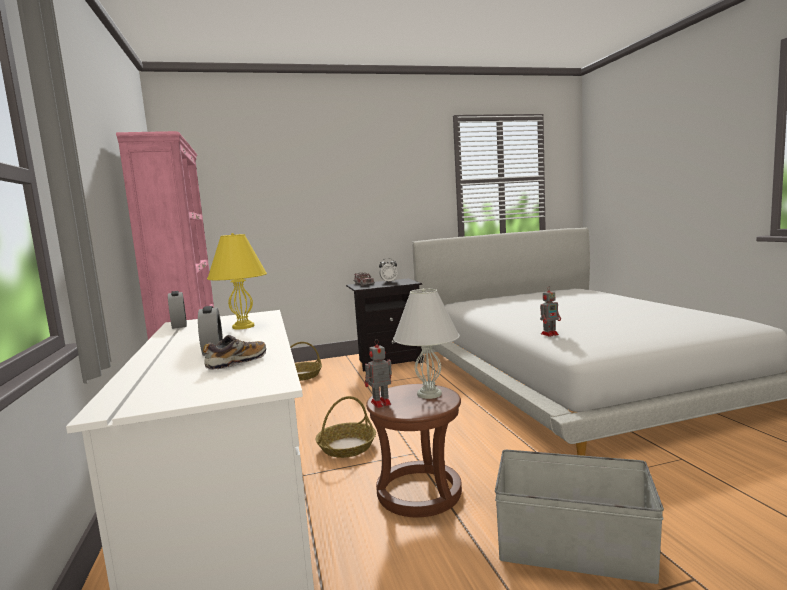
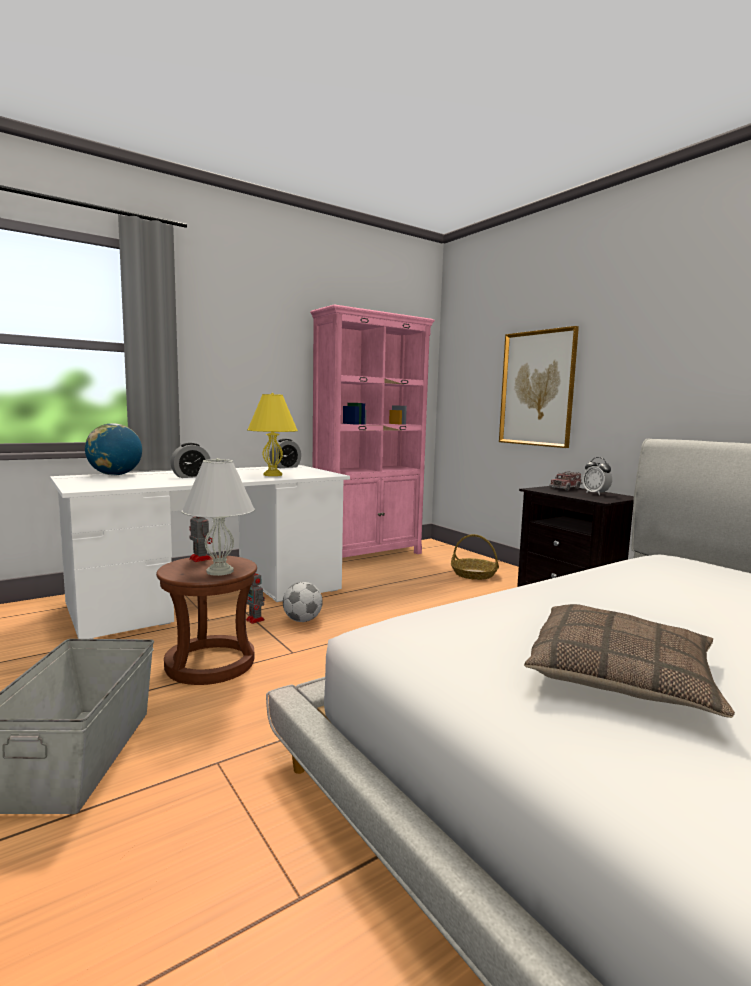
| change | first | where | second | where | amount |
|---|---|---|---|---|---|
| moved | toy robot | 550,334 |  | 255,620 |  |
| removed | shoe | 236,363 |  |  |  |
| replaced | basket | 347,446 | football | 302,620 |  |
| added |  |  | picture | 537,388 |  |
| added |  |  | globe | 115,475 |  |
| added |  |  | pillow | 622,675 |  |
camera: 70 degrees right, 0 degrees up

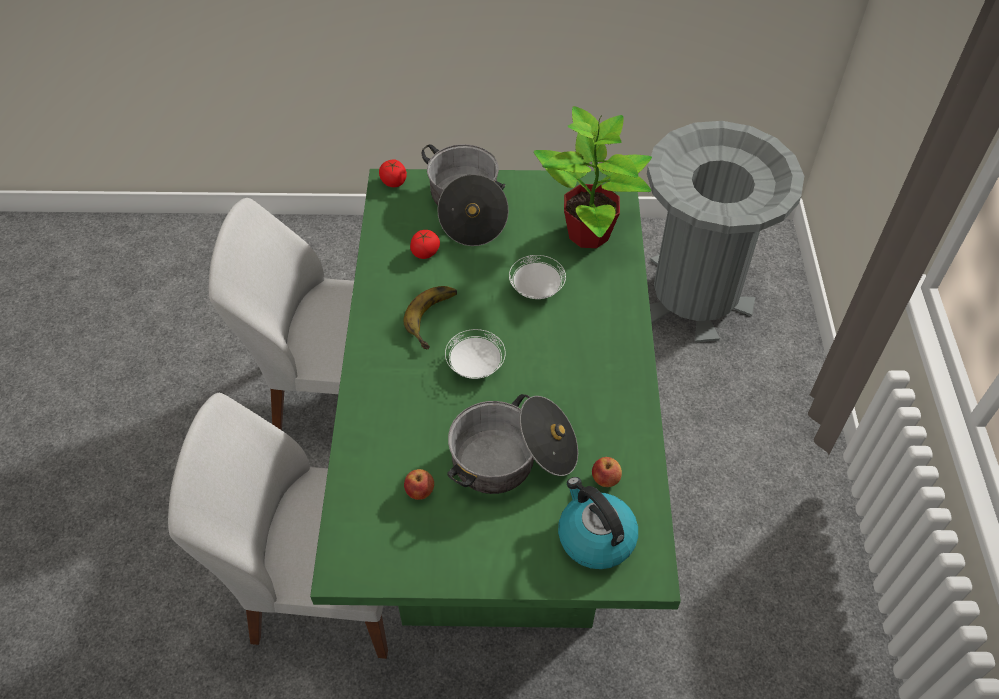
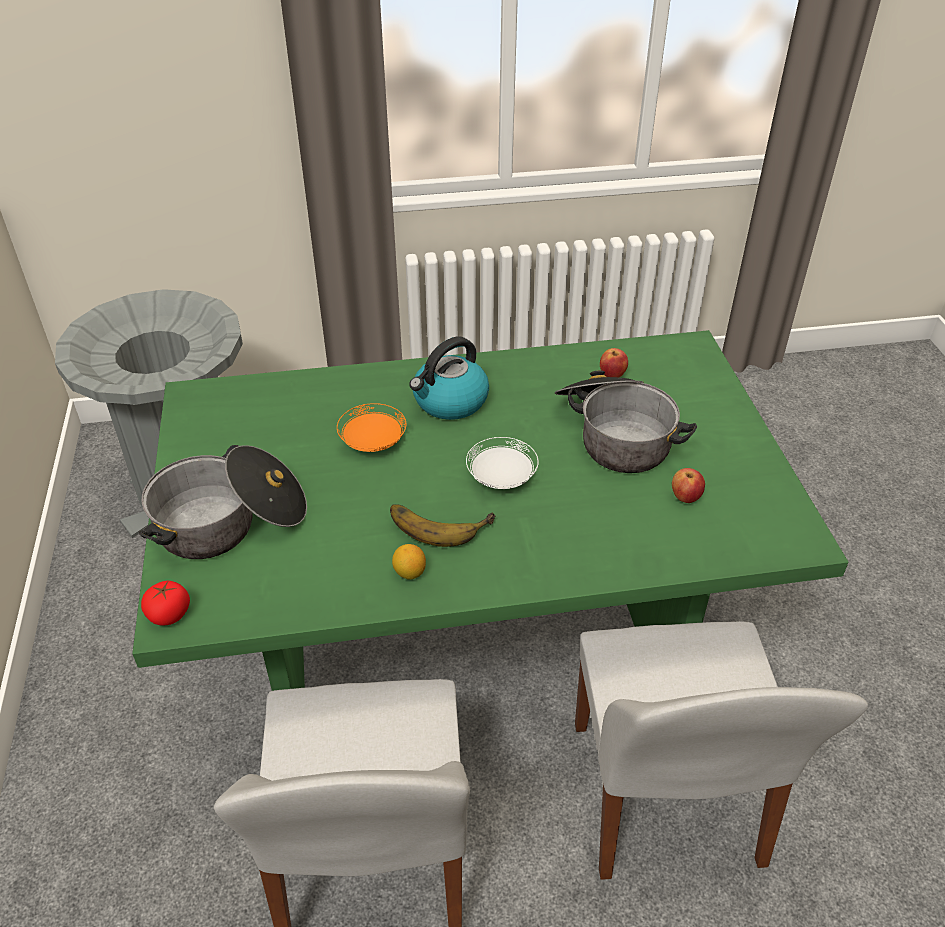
| change | first | where | second | where | amount |
|---|---|---|---|---|---|
| removed | potted plant | 590,234 |  |  |  |
| removed | tomato | 425,252 |  |  |  |
| recoloured | white plate | 537,288 | orange plate | 373,442 |  |
| moved | kettle | 595,537 |  | 450,402 |  |
| added |  |  | lemon | 409,573 |  |
camera: 100 degrees left, 10 degrees down

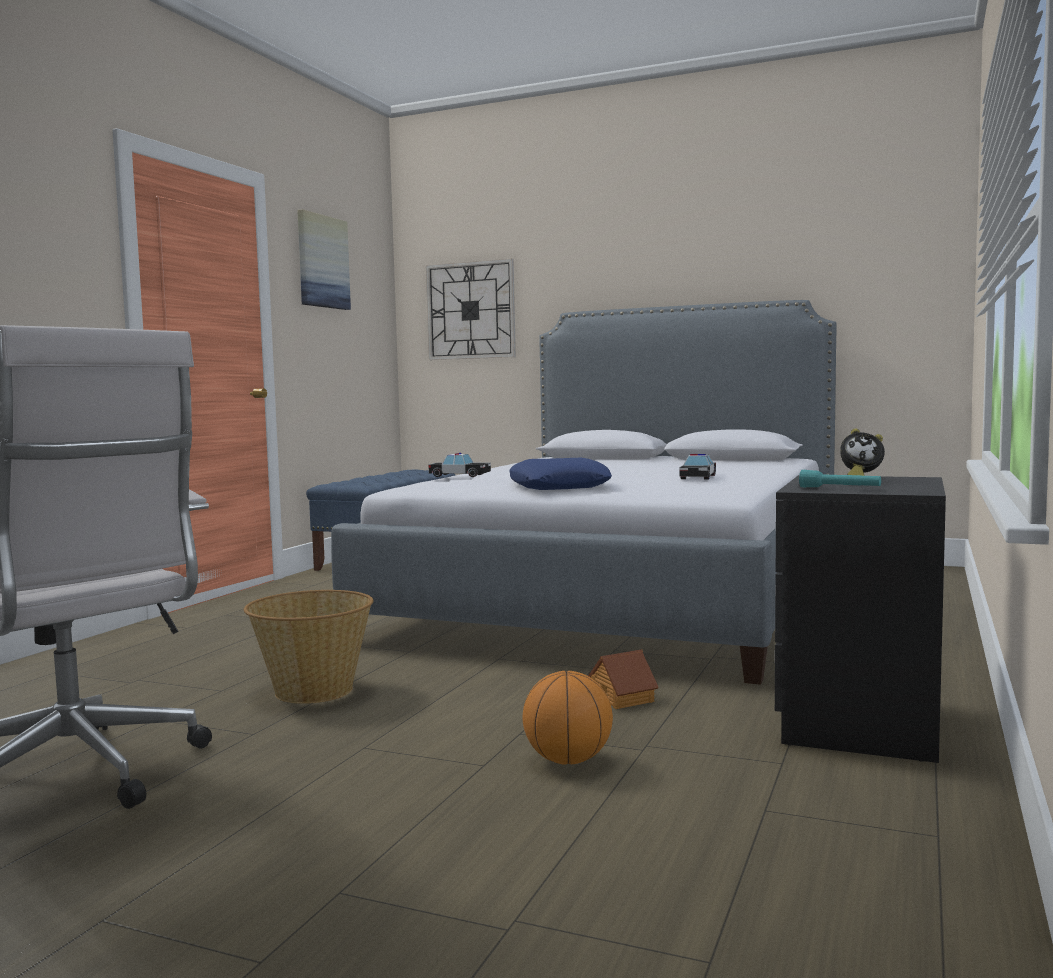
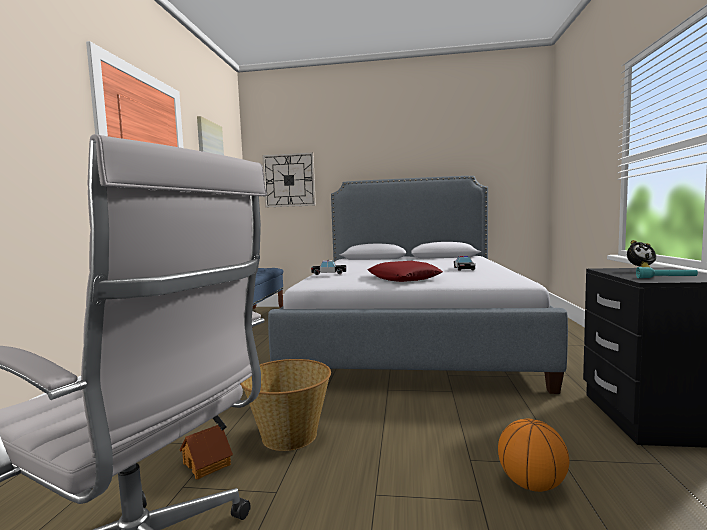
| change | first | where | second | where | amount |
|---|---|---|---|---|---|
| recoloured | blue pillow | 558,486 | red pillow | 403,278 |  |
| moved | toy house | 623,698 |  | 207,463 |  |
camera: 15 degrees left, 0 degrees up

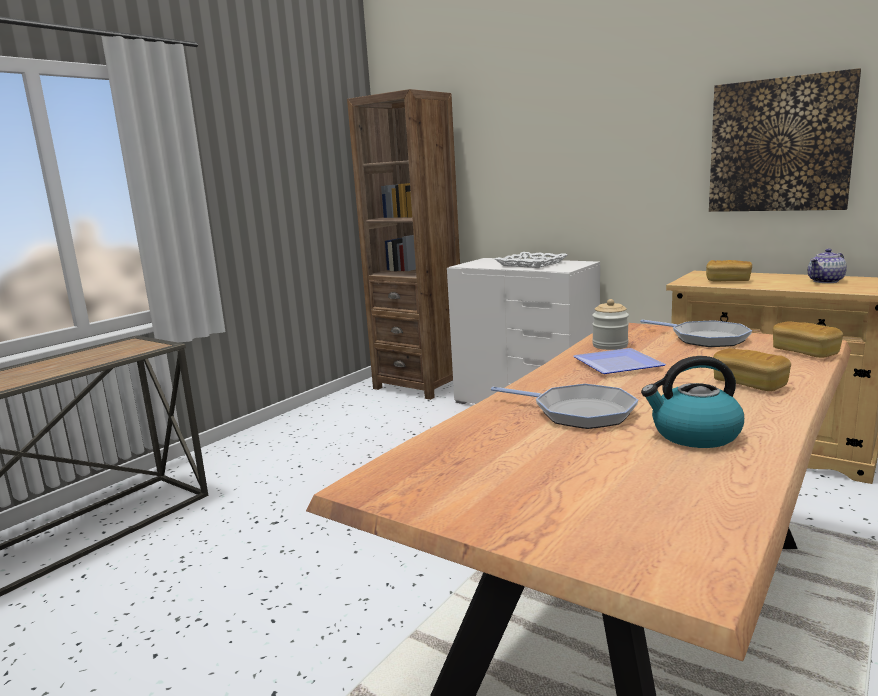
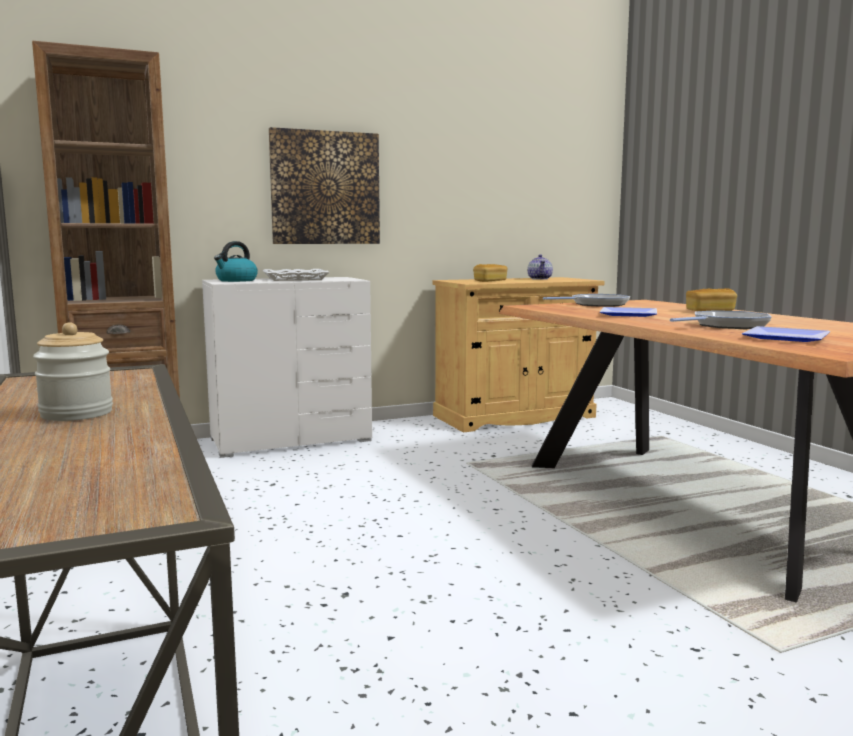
| change | first | where | second | where | amount |
|---|---|---|---|---|---|
| moved | picture | 779,145 |  | 325,188 |  |
| moved | jar | 610,345 |  | 76,414 |  |
| removed | bread | 805,352 |  |  |  |
| moved | kettle | 694,435 |  | 236,280 |  |
| added |  |  | plate | 782,338 |  |
camera: 60 degrees left, 5 degrees down

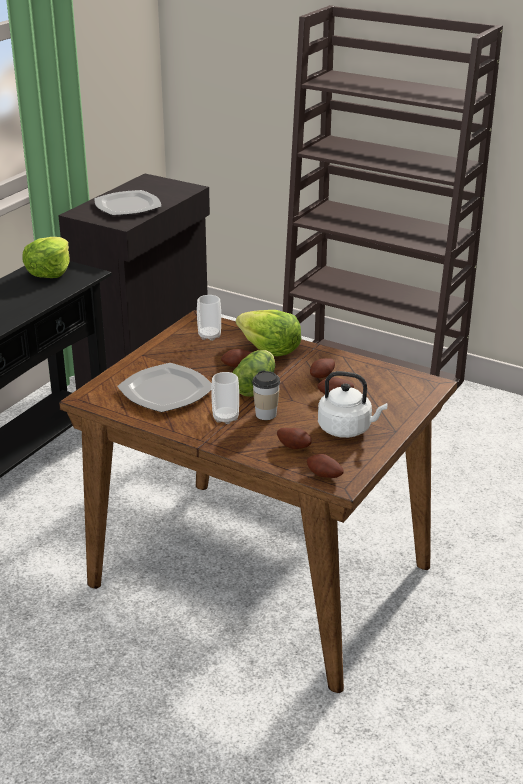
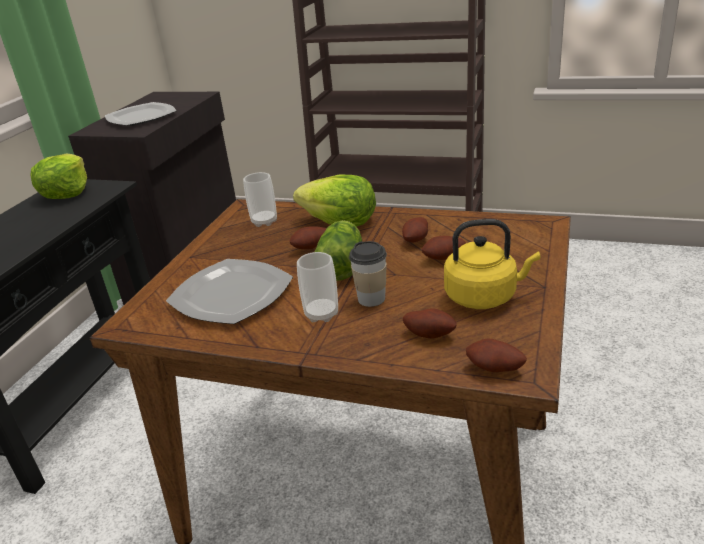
| change | first | where | second | where | amount |
|---|---|---|---|---|---|
| recoloured | white kettle | 347,429 | yellow kettle | 484,296 |  |
camera: 10 degrees left, 0 degrees up

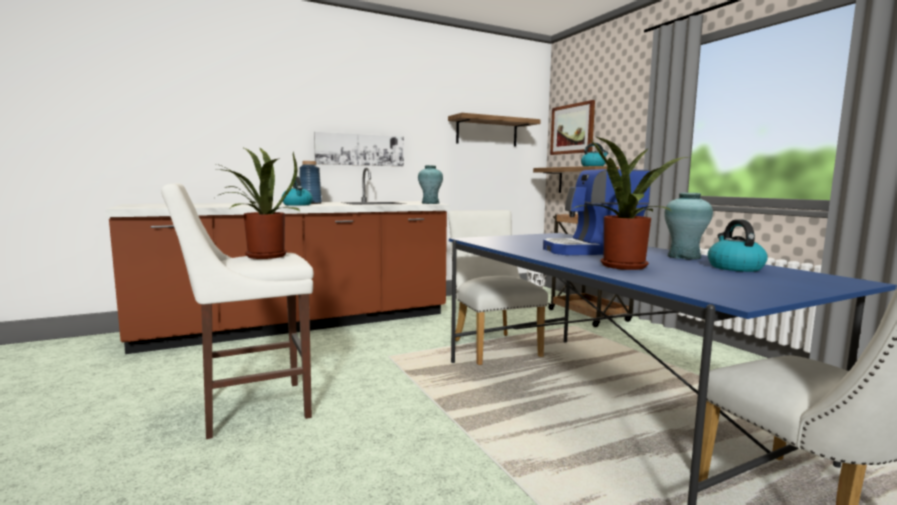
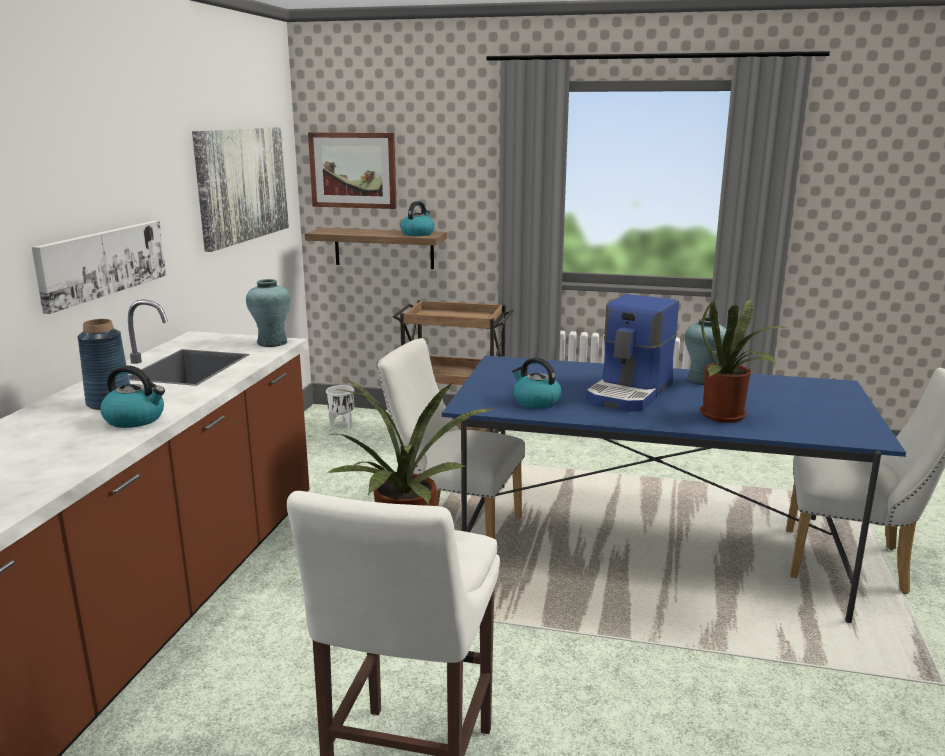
| change | first | where | second | where | amount |
|---|---|---|---|---|---|
| replaced | shelf | 487,132 | picture | 243,184 |  |
| moved | kettle | 734,267 |  | 536,401 |  |
camera: 50 degrees left, 10 degrees up

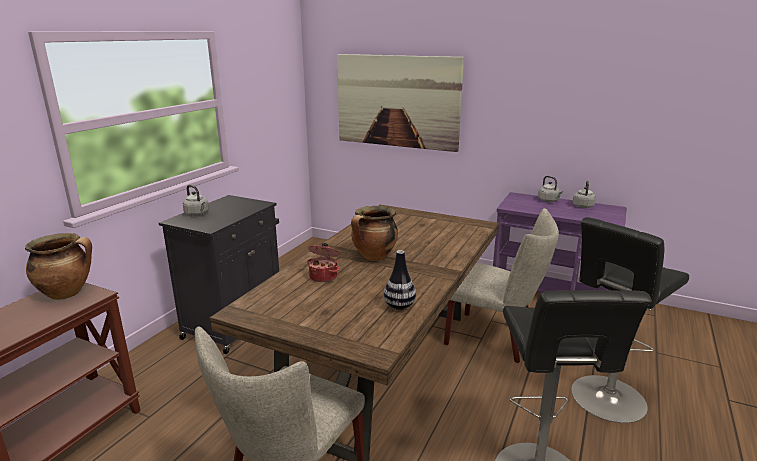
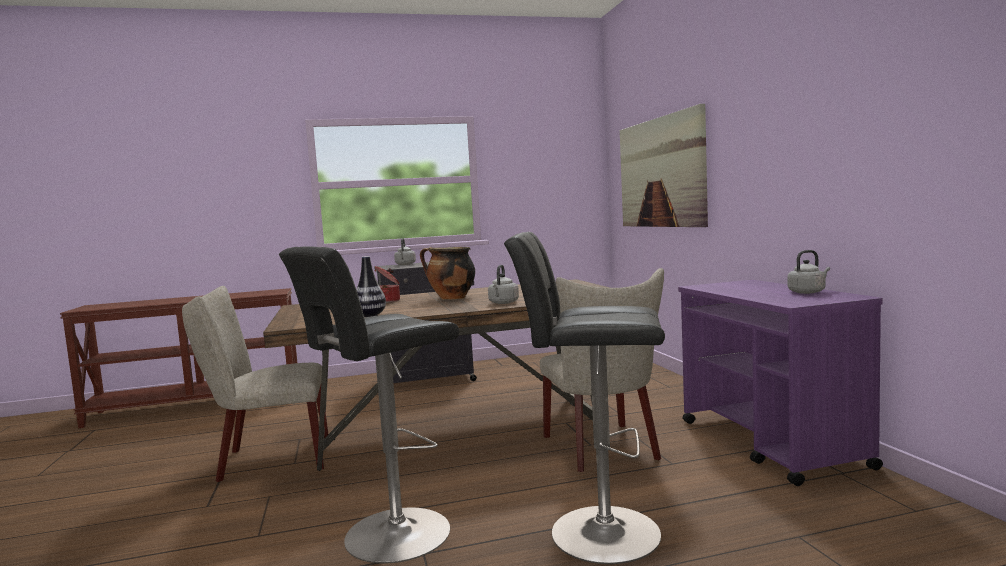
| change | first | where | second | where | amount |
|---|---|---|---|---|---|
| moved | grey kettle | 549,201 |  | 503,303 |  |
| removed | cooking pot | 67,293 |  |  |  |
camera: 50 degrees right, 15 degrees down

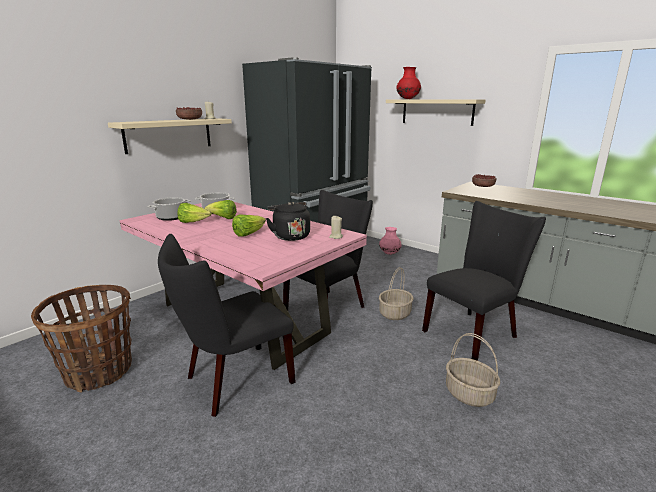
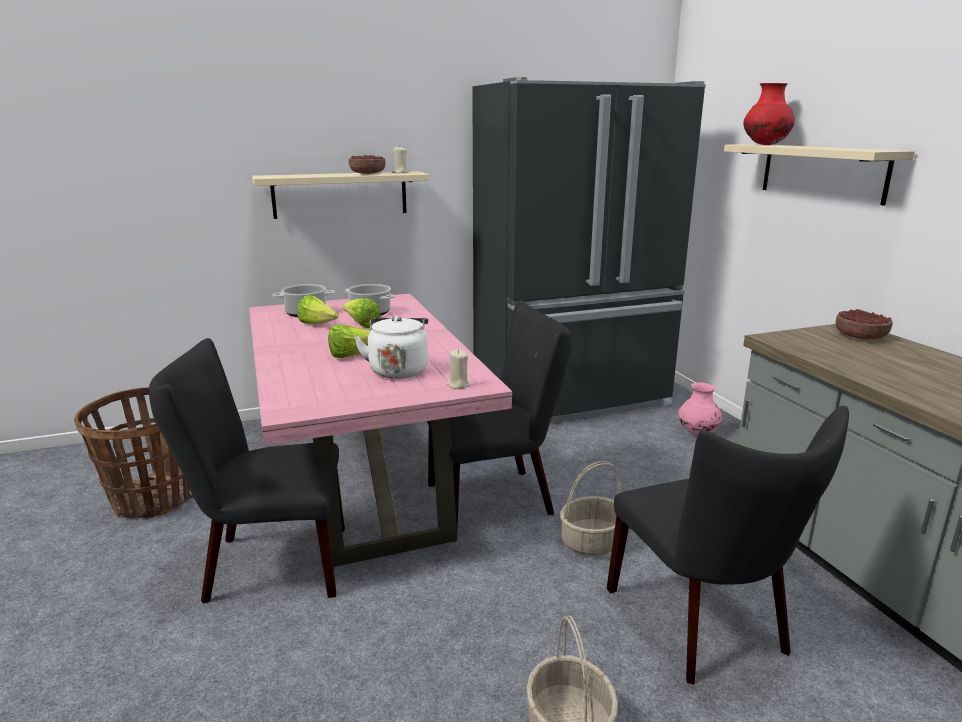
| change | first | where | second | where | amount |
|---|---|---|---|---|---|
| turned | black chair | 474,332 |  | 703,626 | 75 degrees clockwise |
| recoloured | black kettle | 290,236 | white kettle | 398,370 |  |
camera: 30 degrees right, 0 degrees up

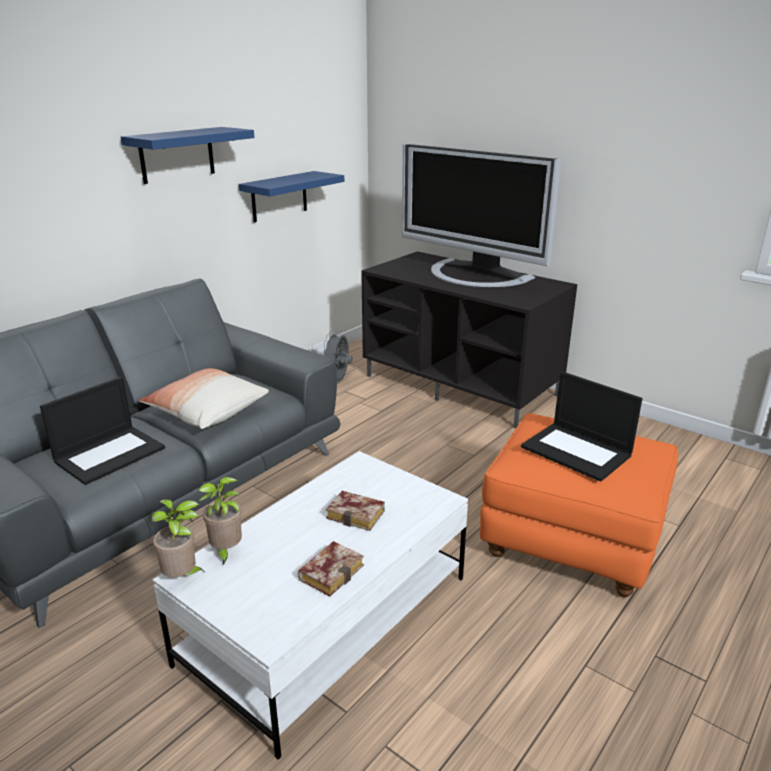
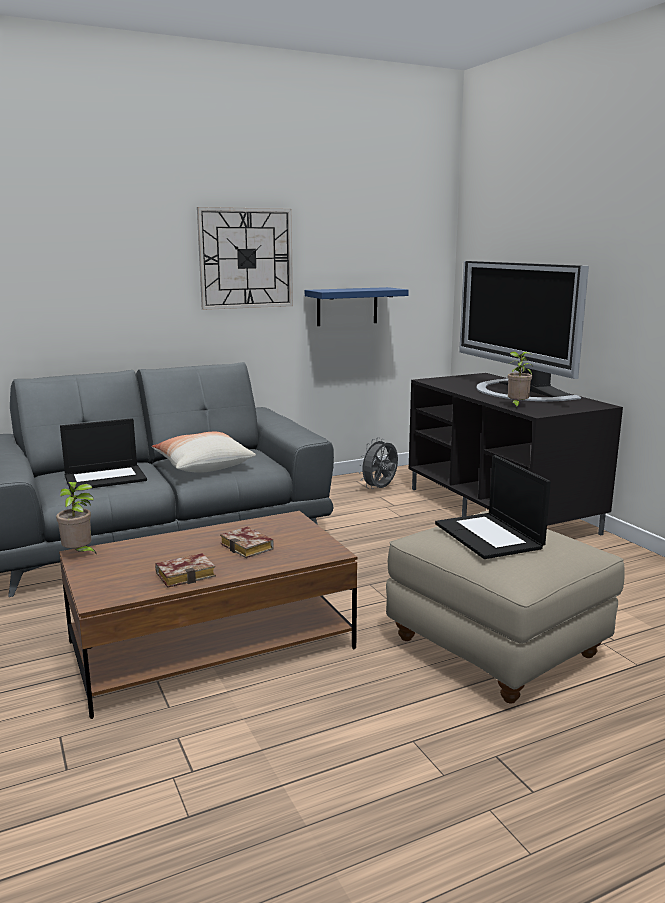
| change | first | where | second | where | amount |
|---|---|---|---|---|---|
| replaced | blue shelf | 177,155 | wall clock | 246,258 |  |
| recoloured | orange ottoman | 572,541 | beige ottoman | 496,648 |  |
| recoloured | white coffee table | 327,619 | brown coffee table | 211,645 |  |
| moved | potted plant | 226,551 |  | 517,406 |  |
camera: 25 degrees right, 10 degrees down

